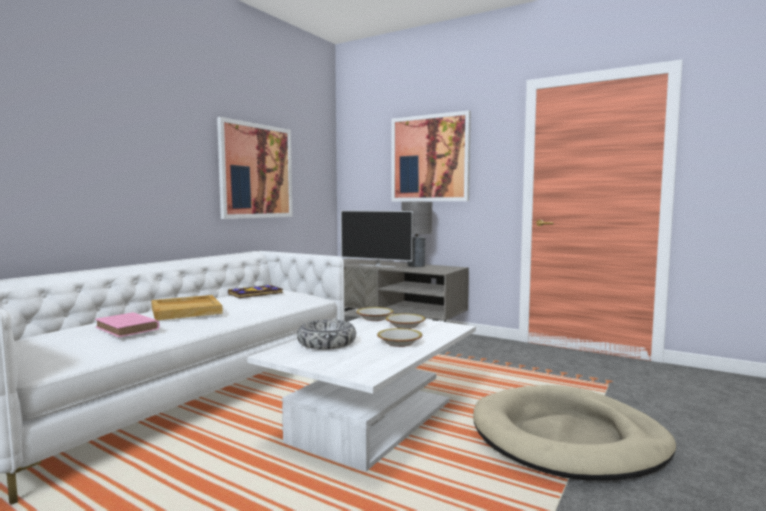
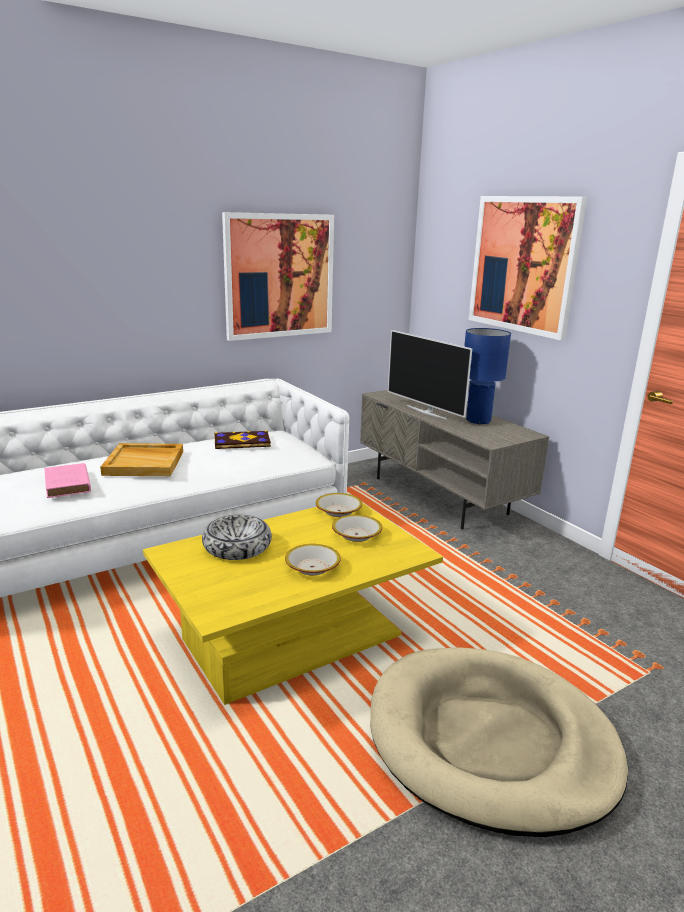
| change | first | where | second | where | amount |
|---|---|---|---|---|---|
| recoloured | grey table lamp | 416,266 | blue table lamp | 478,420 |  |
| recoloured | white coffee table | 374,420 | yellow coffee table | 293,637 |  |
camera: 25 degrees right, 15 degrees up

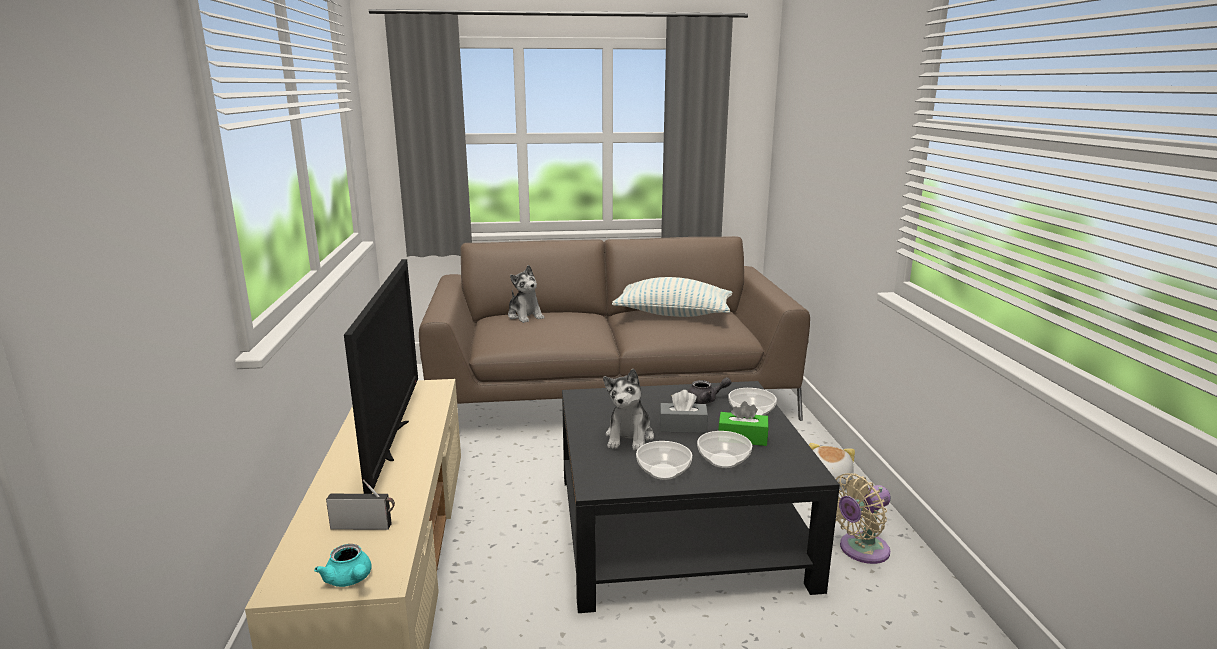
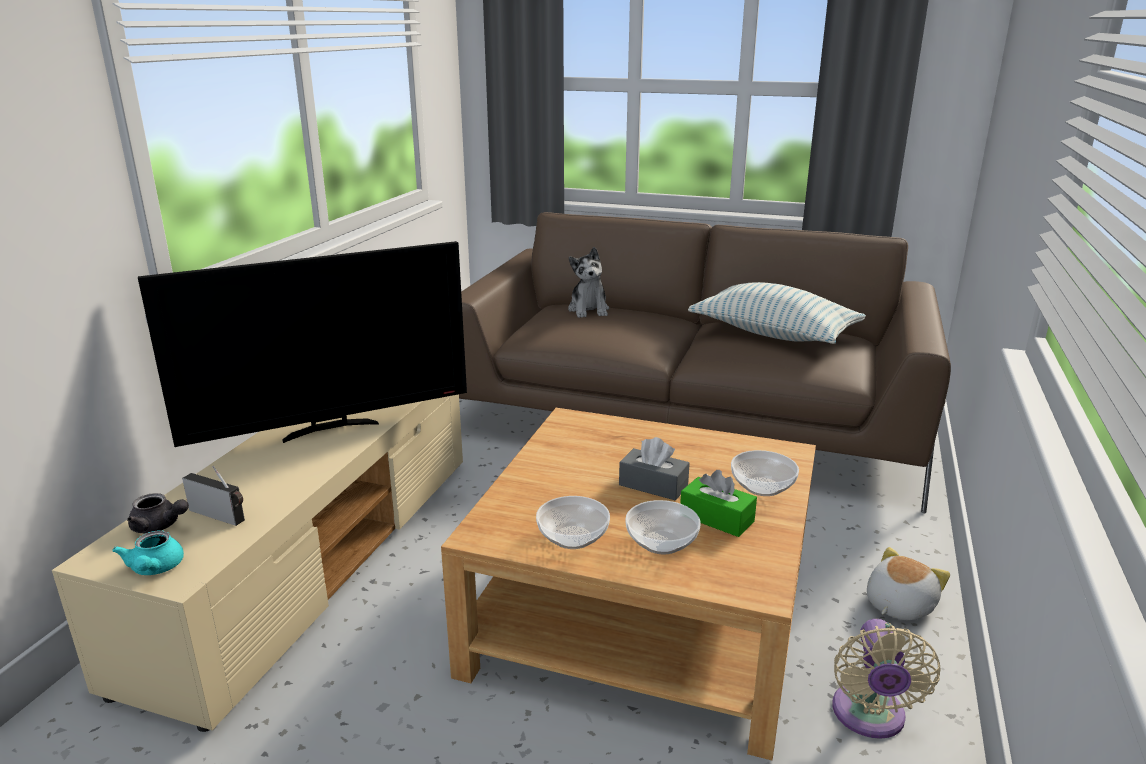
| change | first | where | second | where | amount |
|---|---|---|---|---|---|
| turned | television | 391,440 |  | 330,428 | 45 degrees clockwise |
| removed | plush toy | 629,437 |  |  |  |
| moved | grey teapot | 706,400 |  | 159,526 |  |
| recoloured | black coffee table | 678,528 | beige coffee table | 643,613 |  |
| turned | beige fan | 860,550 |  | 869,717 | 75 degrees counterclockwise |
camera: 25 degrees right, 5 degrees up

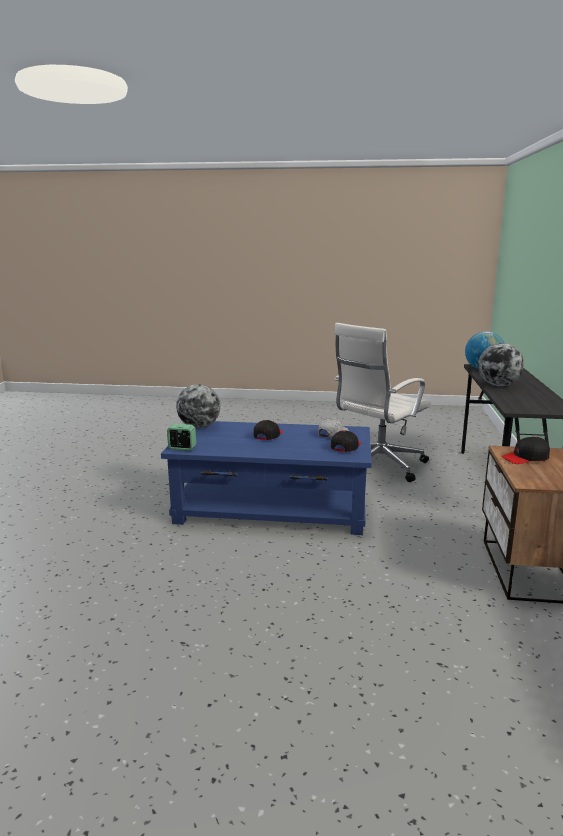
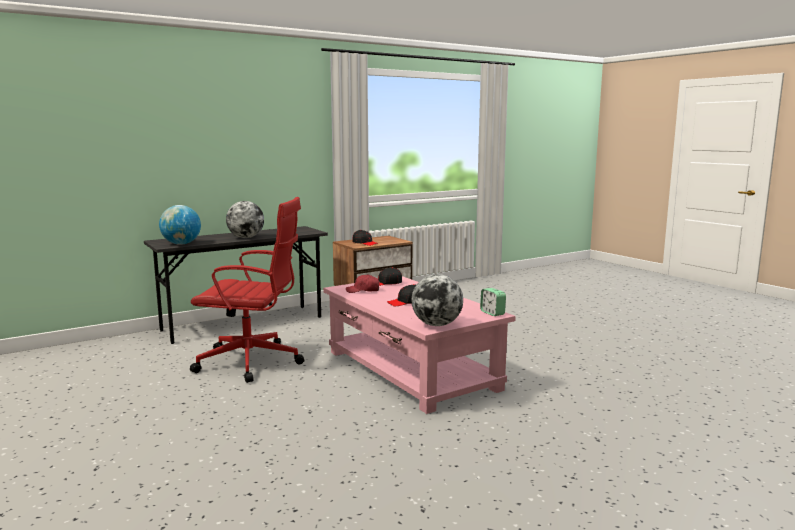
| change | first | where | second | where | amount |
|---|---|---|---|---|---|
| recoloured | white office chair | 377,466 | red office chair | 253,362 |  |
| recoloured | white cap | 332,434 | red cap | 363,290 |  |
| recoloured | blue coffee table | 271,508 | pink coffee table | 411,370 |  |
camera: 130 degrees left, 5 degrees down

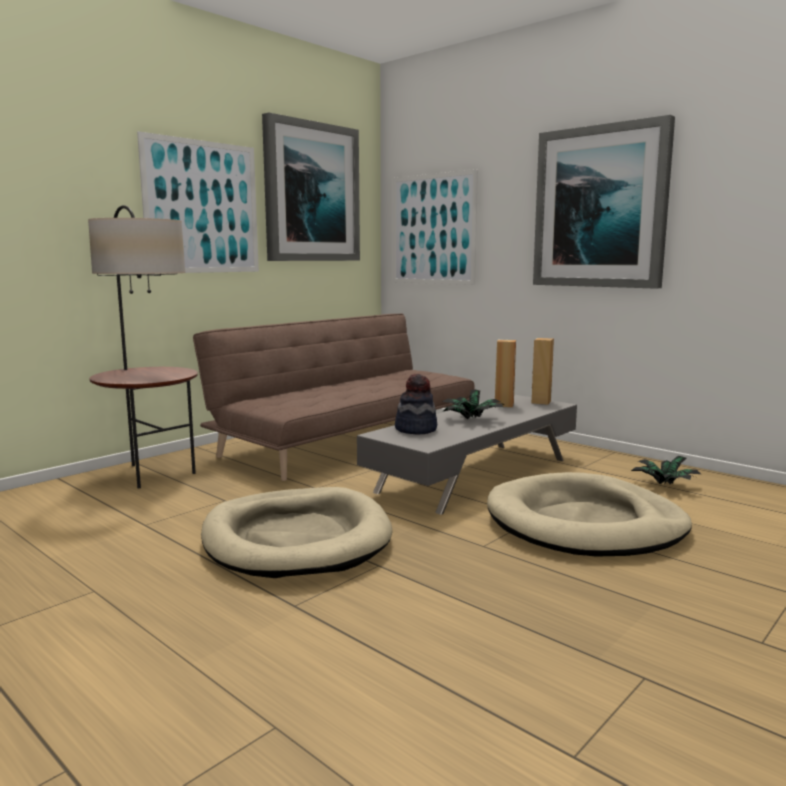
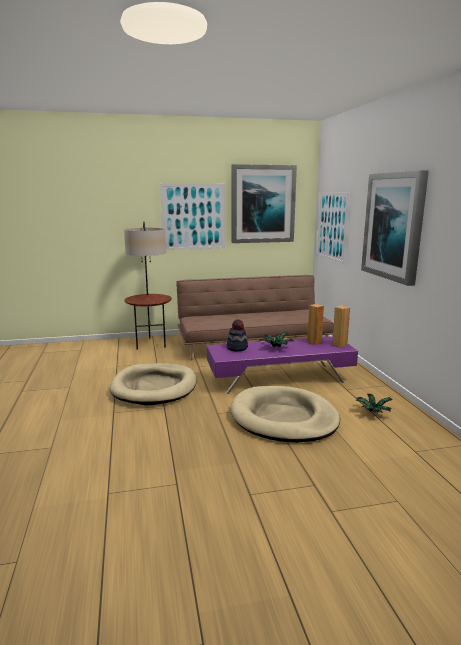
| change | first | where | second | where | amount |
|---|---|---|---|---|---|
| recoloured | grey coffee table | 475,474 | purple coffee table | 280,378 |  |
camera: 35 degrees right, 5 degrees up

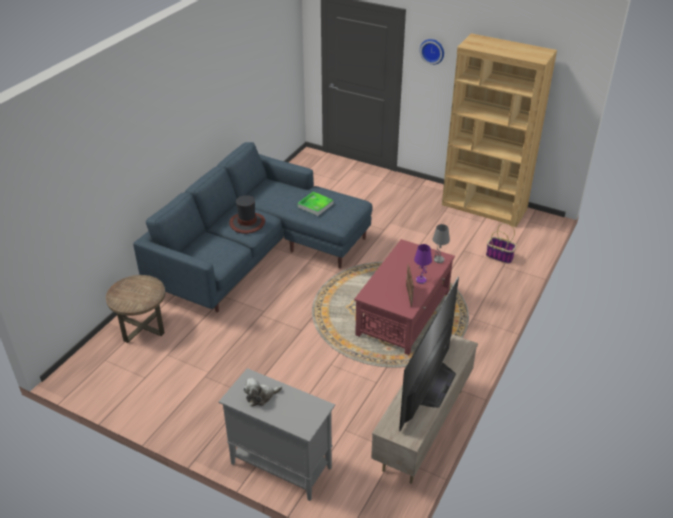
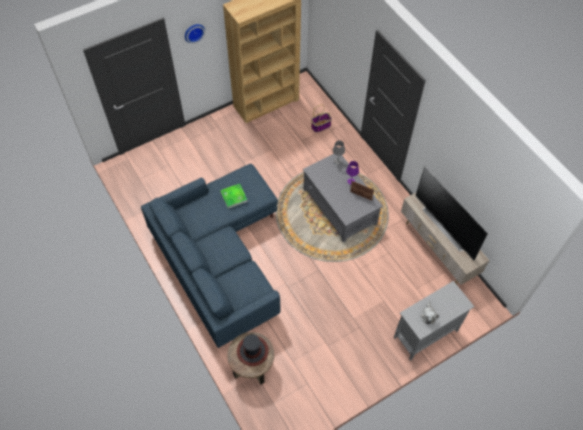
| change | first | where | second | where | amount |
|---|---|---|---|---|---|
| moved | hat | 247,223 |  | 252,351 |  |
| recoloured | red coffee table | 404,313 | grey coffee table | 339,206 |  |
camera: 60 degrees left, 20 degrees up

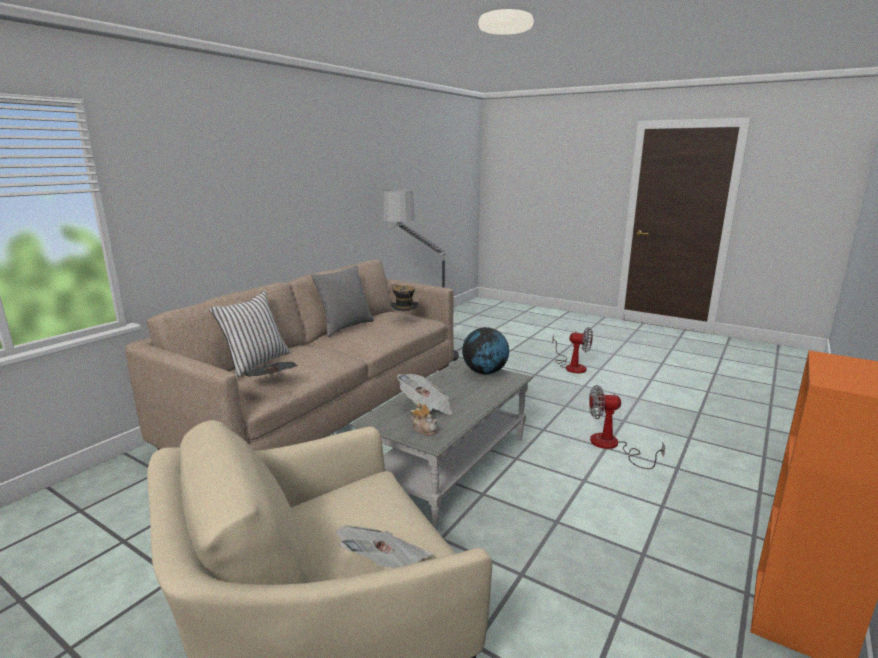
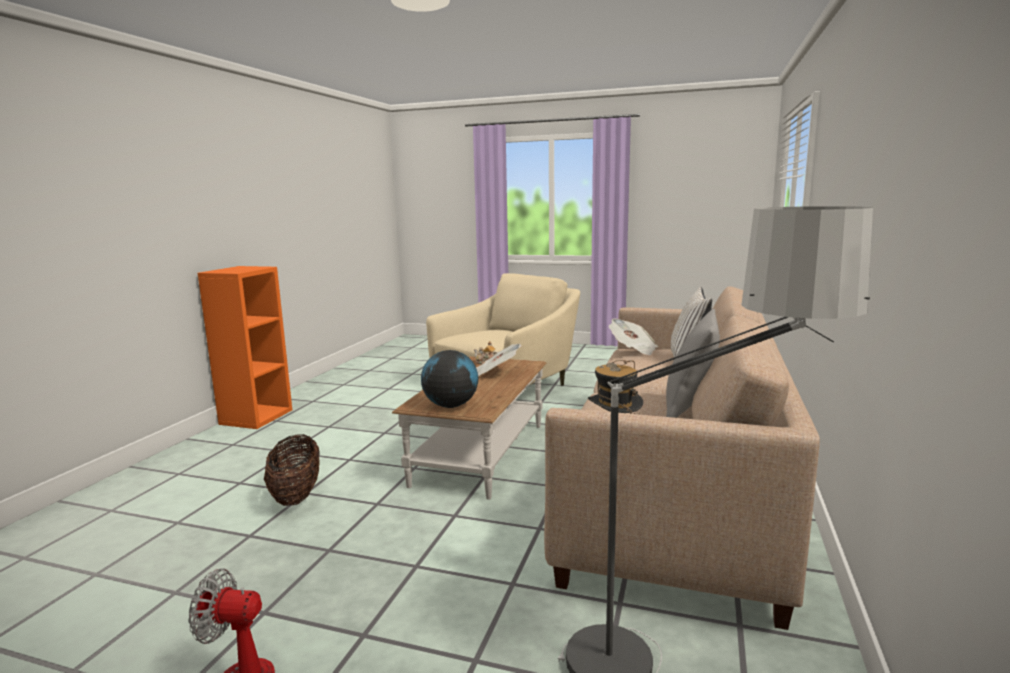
| change | first | where | second | where | amount |
|---|---|---|---|---|---|
| recoloured | grey coffee table | 449,464 | brown coffee table | 480,453 |  |
| replaced | fan | 612,446 | basket | 296,495 |  |
| removed | newspaper | 387,567 |  |  |  |
camera: 165 degrees right, 5 degrees down

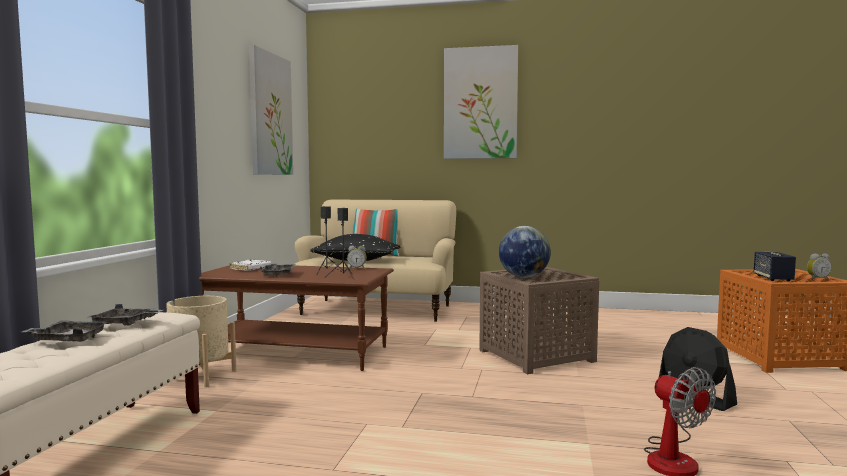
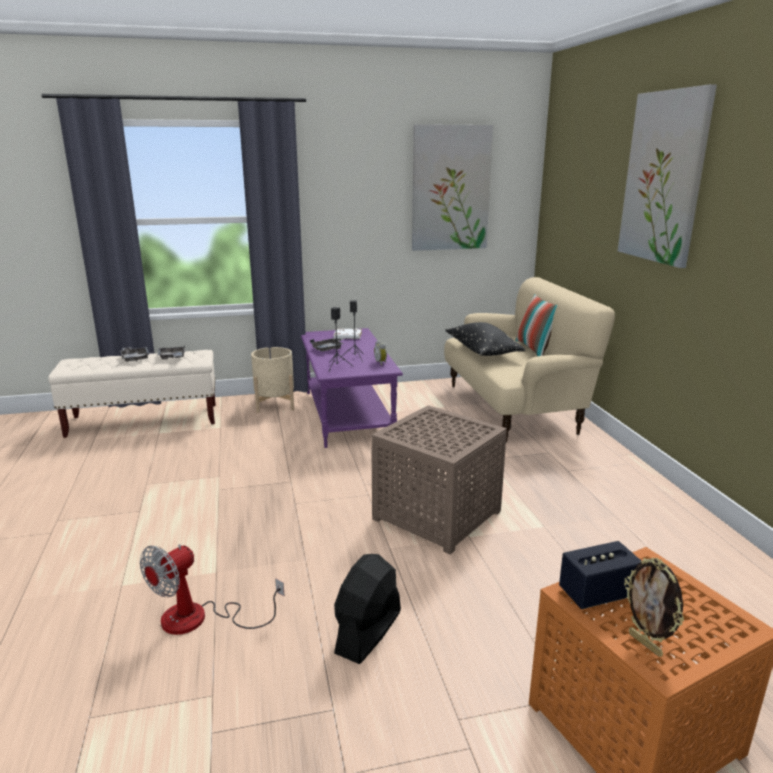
| change | first | where | second | where | amount |
|---|---|---|---|---|---|
| removed | globe | 523,277 |  |  |  |
| replaced | alarm clock | 817,279 | picture frame | 646,644 |  |
| recoloured | brown coffee table | 297,352 | purple coffee table | 348,415 |  |
camera: 65 degrees right, 15 degrees up

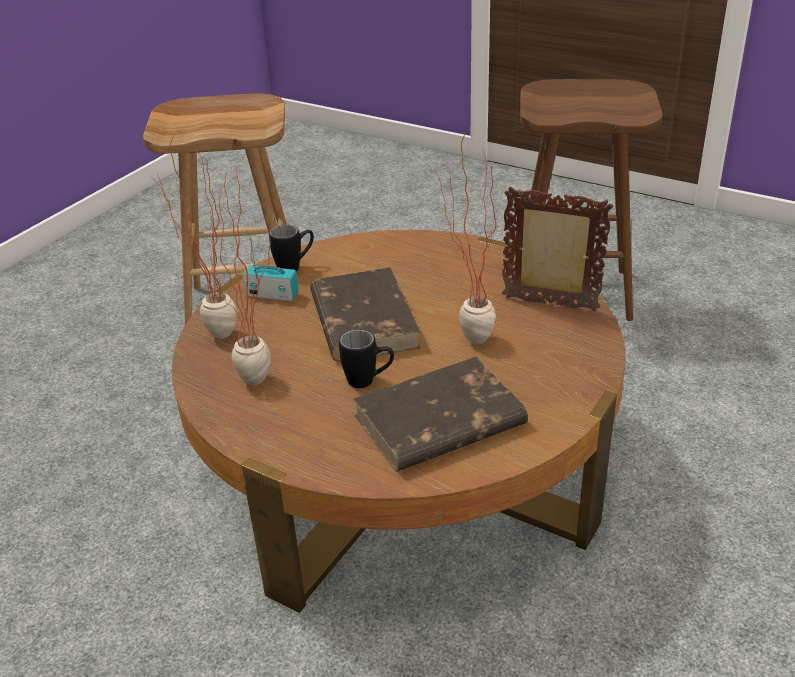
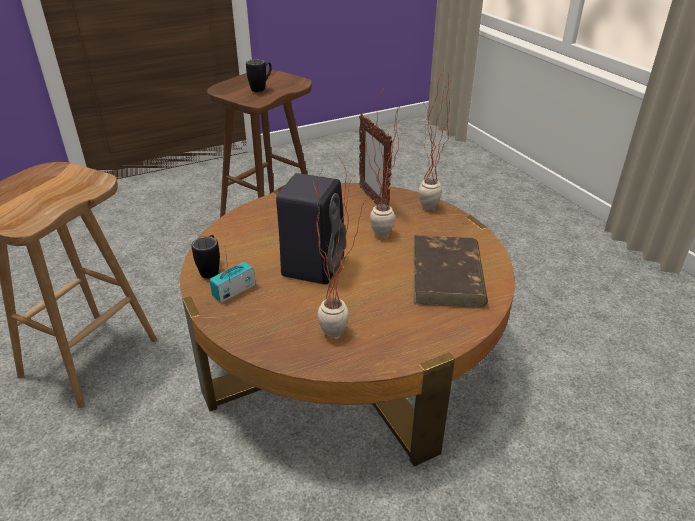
| change | first | where | second | where | amount |
|---|---|---|---|---|---|
| moved | potted plant | 211,337 |  | 427,211 |  |
| turned | picture frame | 550,304 |  | 373,200 | 75 degrees counterclockwise |
| replaced | brown book | 363,320 | black speaker | 313,265 |  |
| moved | black mug | 368,381 |  | 261,88 |  |
camera: 60 degrees left, 0 degrees up

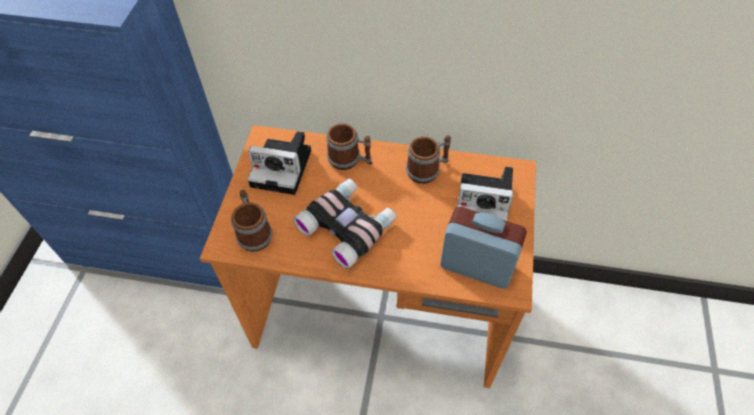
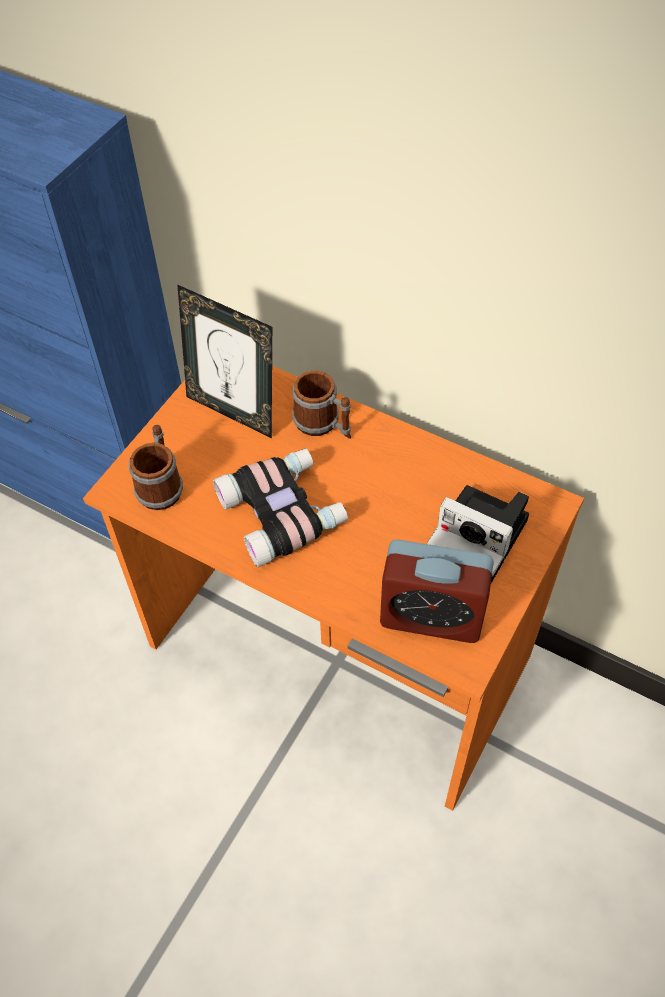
| change | first | where | second | where | amount |
|---|---|---|---|---|---|
| replaced | photo camera | 284,168 | picture frame | 233,411 |  |
| removed | mug | 428,170 |  |  |  |
| turned | alarm clock | 476,266 |  | 431,616 | 150 degrees clockwise |
camera: 20 degrees right, 0 degrees up

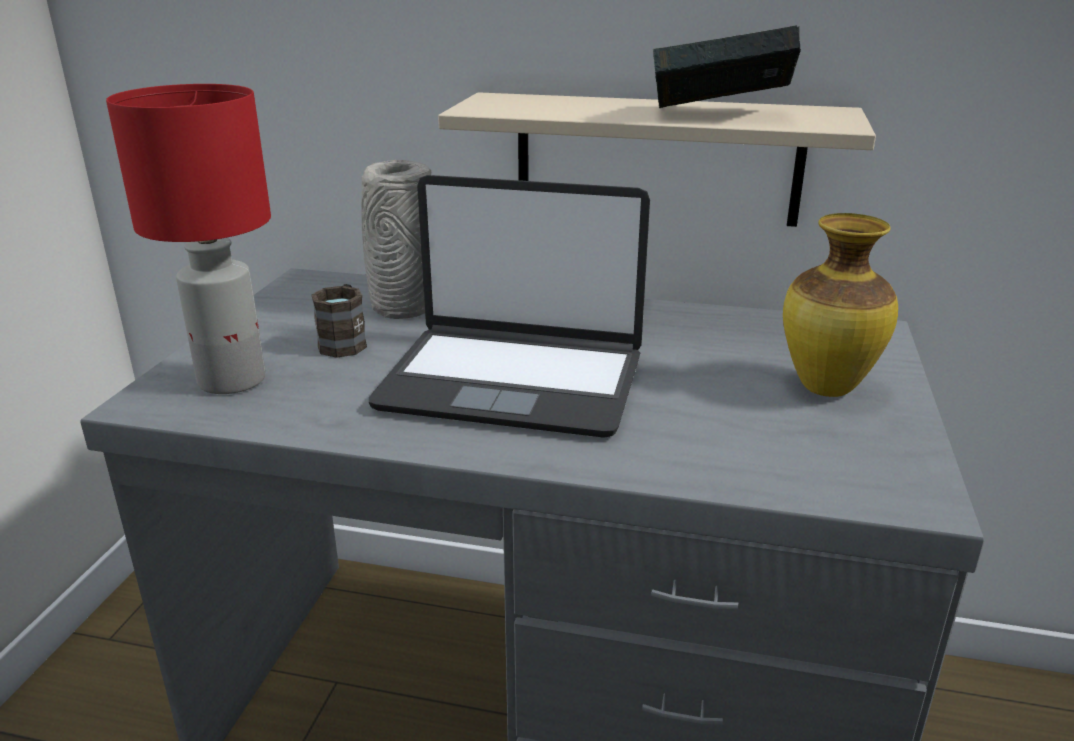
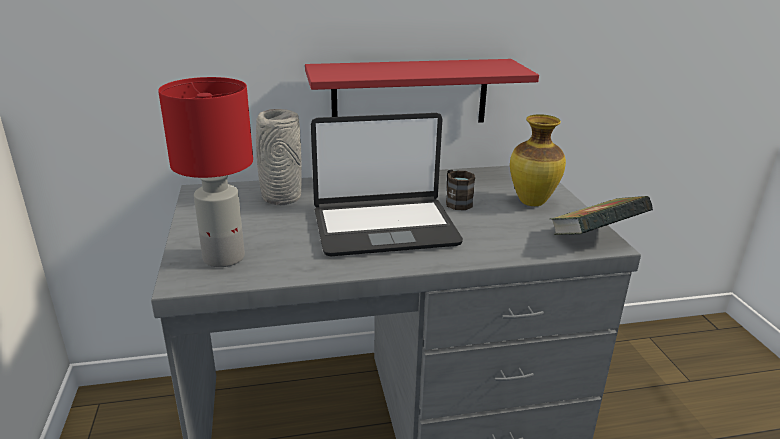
| change | first | where | second | where | amount |
|---|---|---|---|---|---|
| moved | book | 718,115 |  | 594,239 |  |
| recoloured | beige shelf | 657,159 | red shelf | 410,93 |  |
| moved | brown mug | 345,341 |  | 456,201 |  |
camera: 25 degrees left, 0 degrees up

